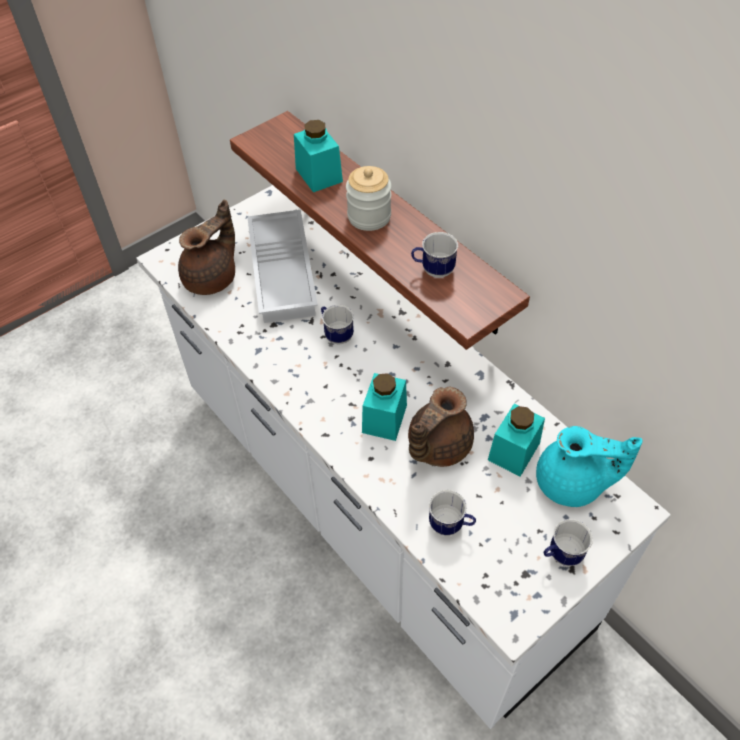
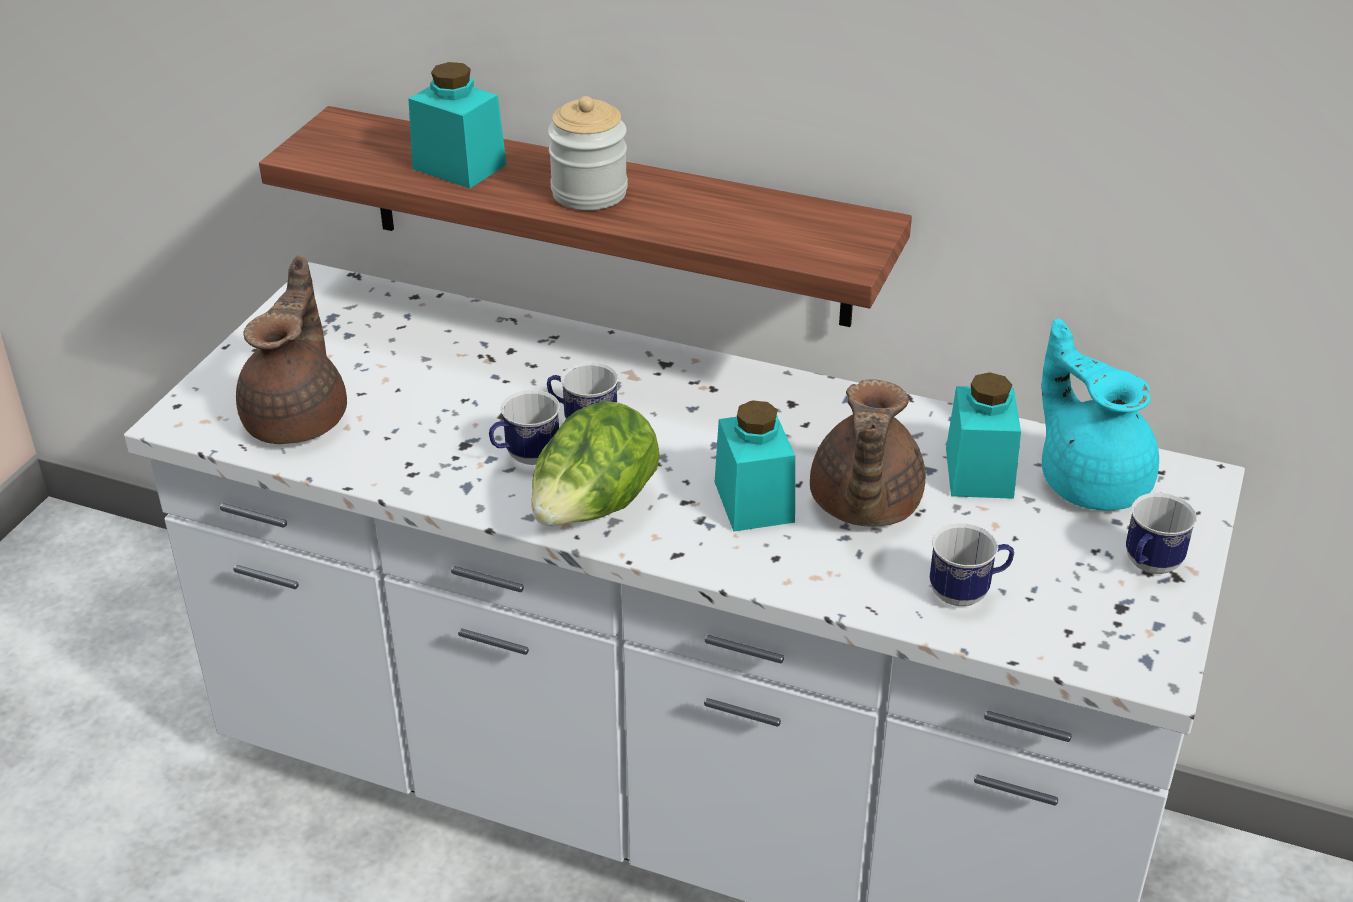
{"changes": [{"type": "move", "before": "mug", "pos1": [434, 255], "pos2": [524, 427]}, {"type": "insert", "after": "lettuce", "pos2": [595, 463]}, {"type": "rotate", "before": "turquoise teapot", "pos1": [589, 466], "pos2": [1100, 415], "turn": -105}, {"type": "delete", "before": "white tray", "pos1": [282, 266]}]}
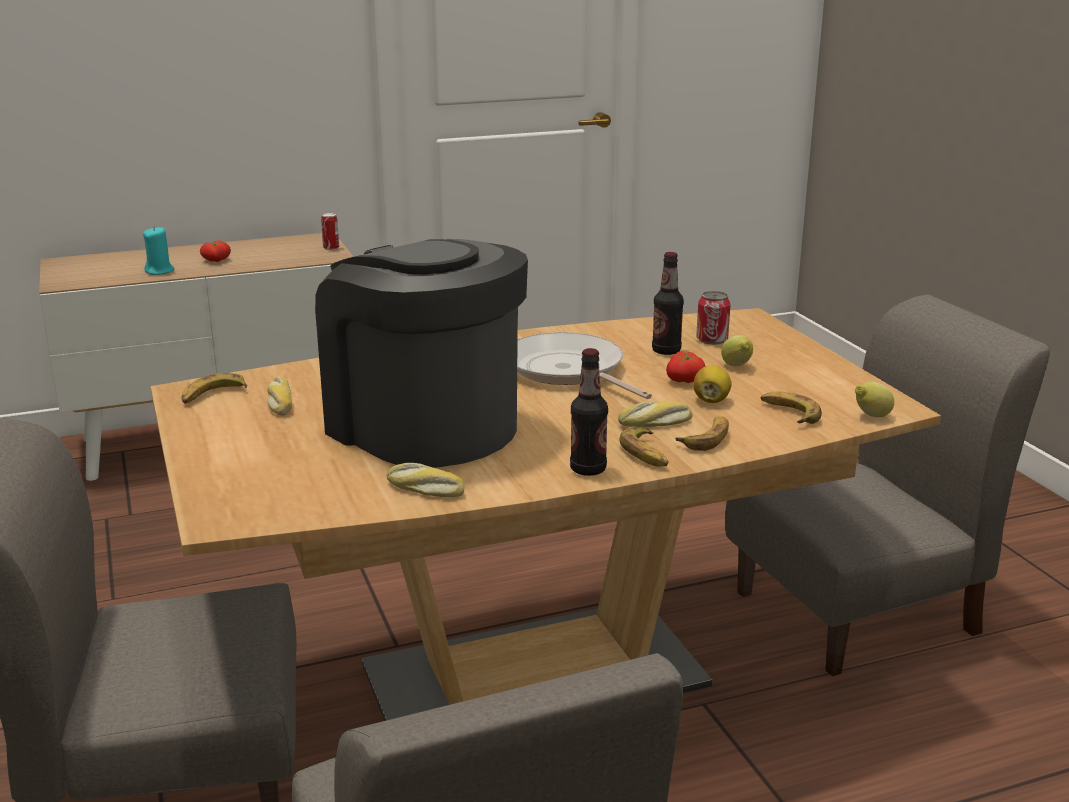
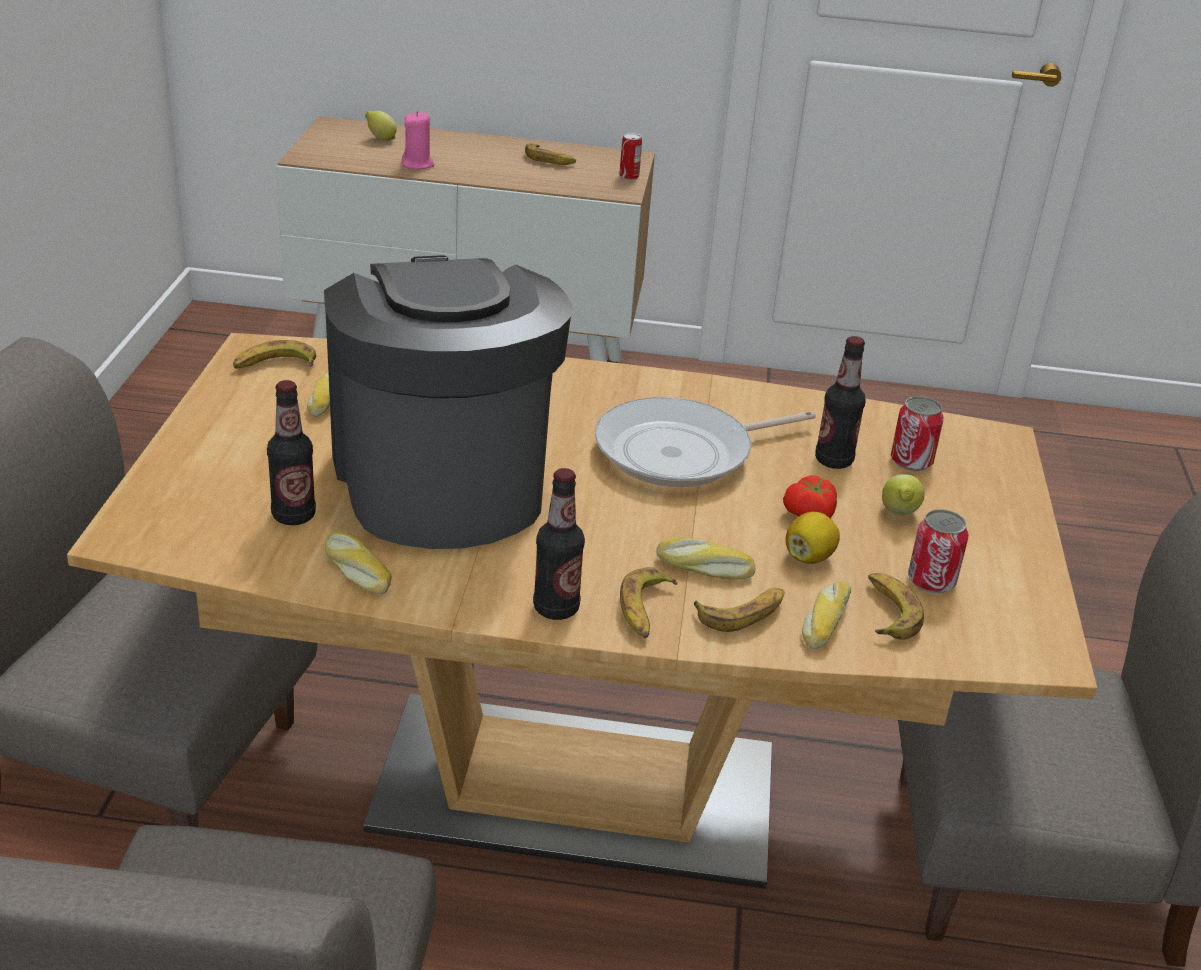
{"changes": [{"type": "insert", "after": "bottle", "pos2": [291, 452]}, {"type": "move", "before": "lemon", "pos1": [874, 399], "pos2": [381, 126]}, {"type": "recolor", "before": "turquoise candle", "after": "pink candle", "pos1": [159, 250], "pos2": [418, 140]}, {"type": "insert", "after": "banana", "pos2": [550, 154]}, {"type": "rotate", "before": "frying pan", "pos1": [584, 365], "pos2": [705, 442], "turn": -105}, {"type": "insert", "after": "bread", "pos2": [826, 615]}, {"type": "insert", "after": "can", "pos2": [938, 551]}, {"type": "delete", "before": "tomato", "pos1": [215, 251]}]}
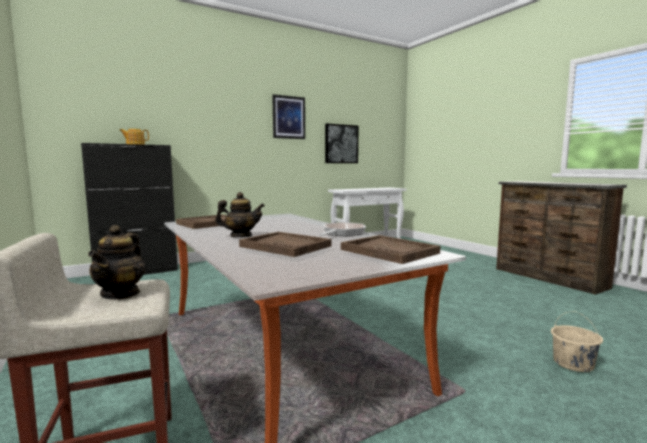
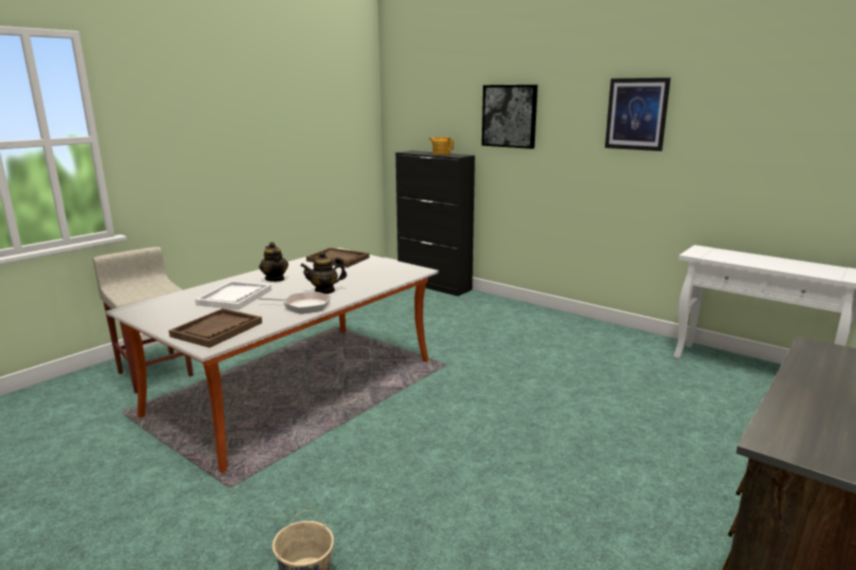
{"changes": [{"type": "recolor", "before": "brown tray", "after": "white tray", "pos1": [285, 244], "pos2": [233, 295]}, {"type": "move", "before": "teapot", "pos1": [116, 262], "pos2": [323, 272]}, {"type": "move", "before": "picture", "pos1": [341, 143], "pos2": [510, 117]}]}
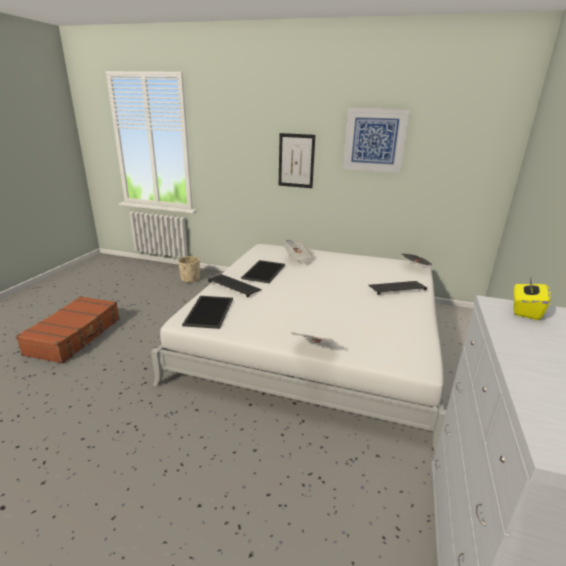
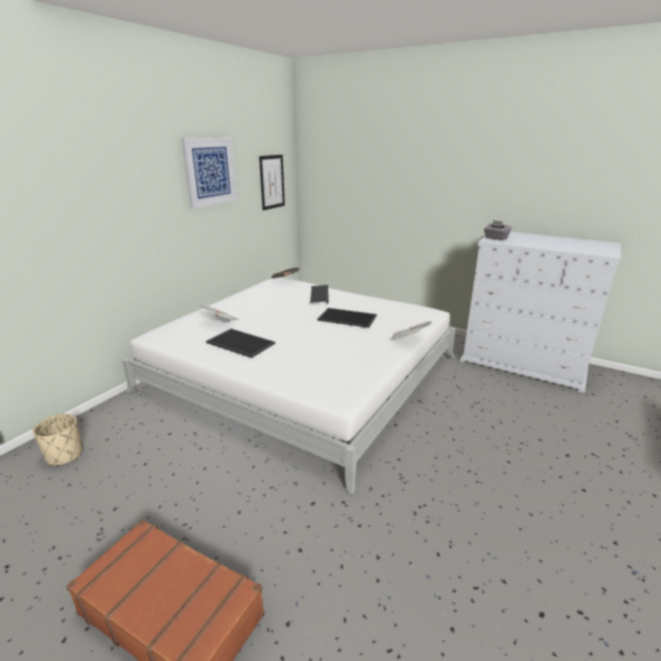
{"changes": [{"type": "move", "before": "picture", "pos1": [297, 160], "pos2": [272, 182]}, {"type": "move", "before": "tray", "pos1": [207, 312], "pos2": [347, 318]}, {"type": "recolor", "before": "yellow tissue box", "after": "grey tissue box", "pos1": [532, 299], "pos2": [498, 230]}, {"type": "delete", "before": "keyboard", "pos1": [235, 285]}]}
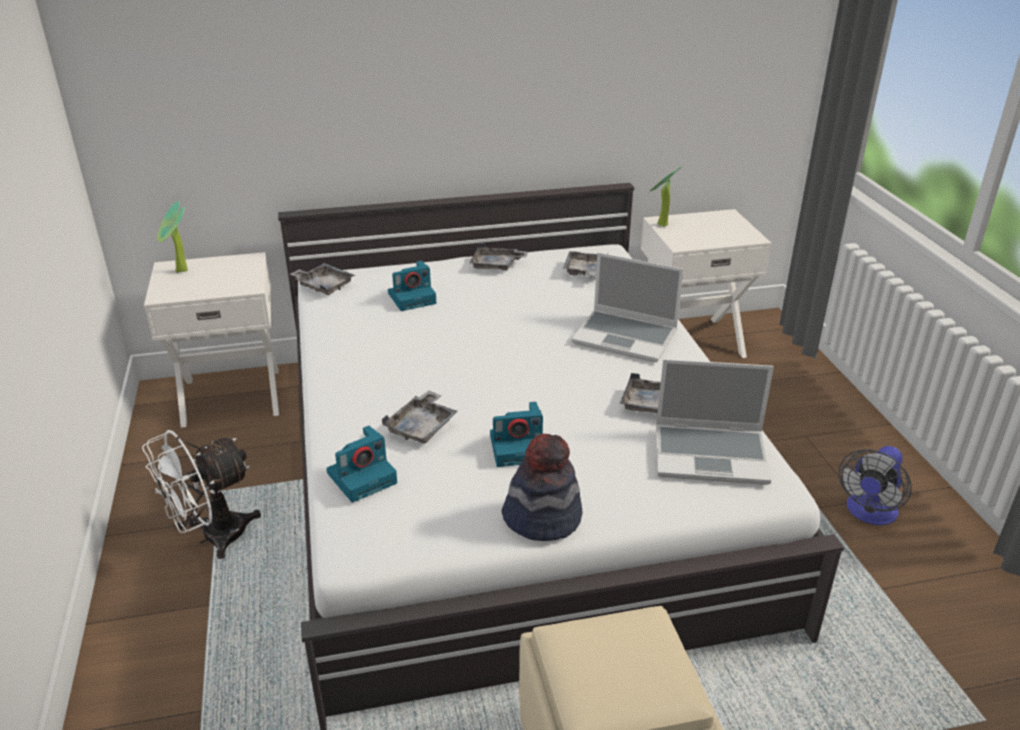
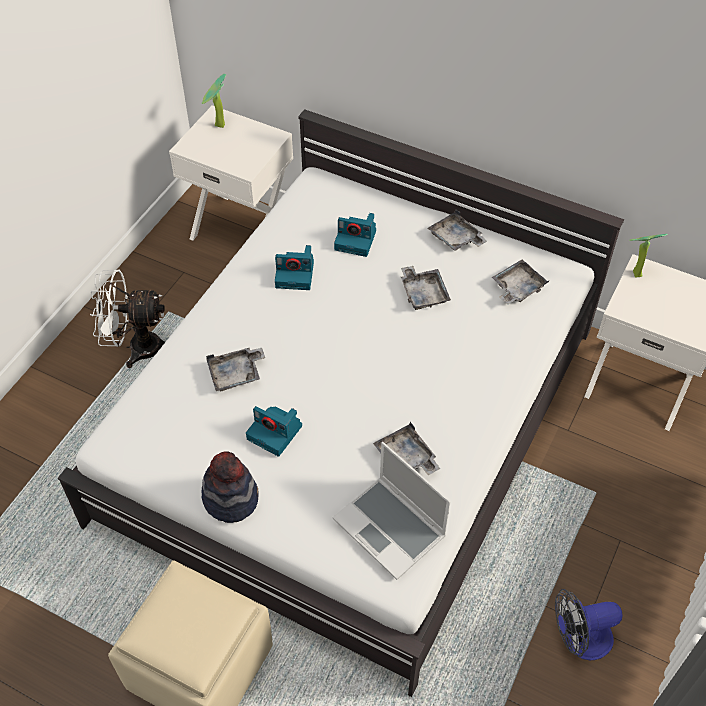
{"changes": [{"type": "move", "before": "photo camera", "pos1": [361, 464], "pos2": [294, 267]}, {"type": "move", "before": "grey tray", "pos1": [322, 279], "pos2": [426, 288]}, {"type": "delete", "before": "laptop", "pos1": [628, 307]}]}
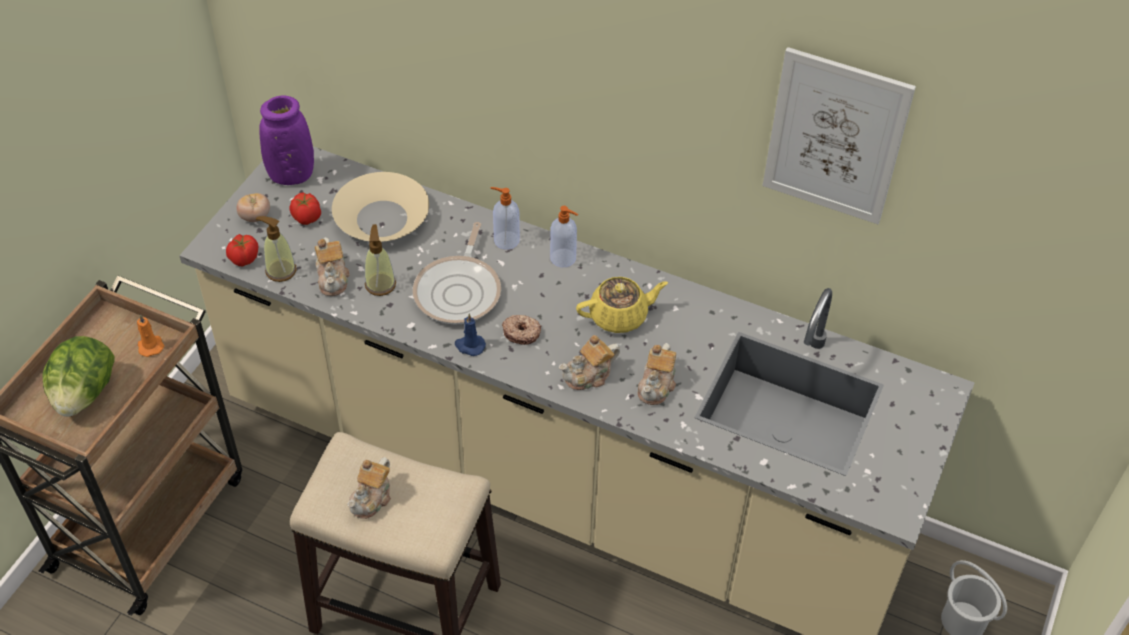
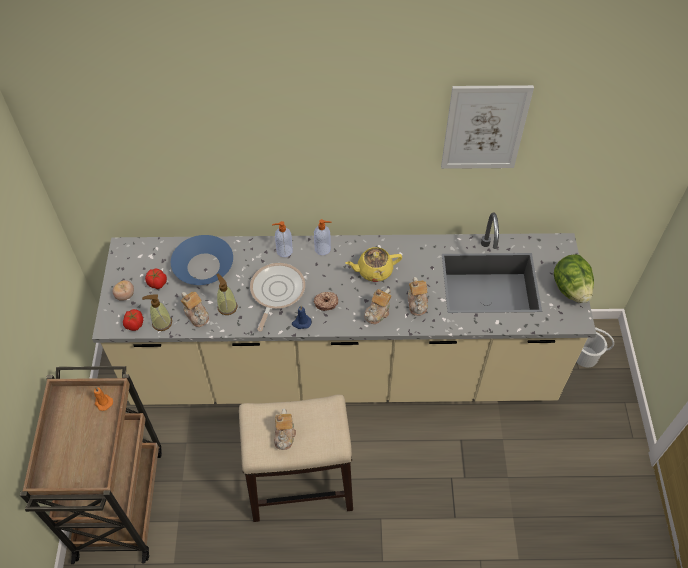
{"changes": [{"type": "recolor", "before": "beige bowl", "after": "blue bowl", "pos1": [380, 207], "pos2": [202, 260]}, {"type": "rotate", "before": "frying pan", "pos1": [457, 273], "pos2": [277, 297], "turn": -150}, {"type": "rotate", "before": "yellow teapot", "pos1": [622, 305], "pos2": [374, 264], "turn": -150}, {"type": "move", "before": "lettuce", "pos1": [79, 376], "pos2": [574, 278]}, {"type": "delete", "before": "purple vase", "pos1": [286, 140]}]}
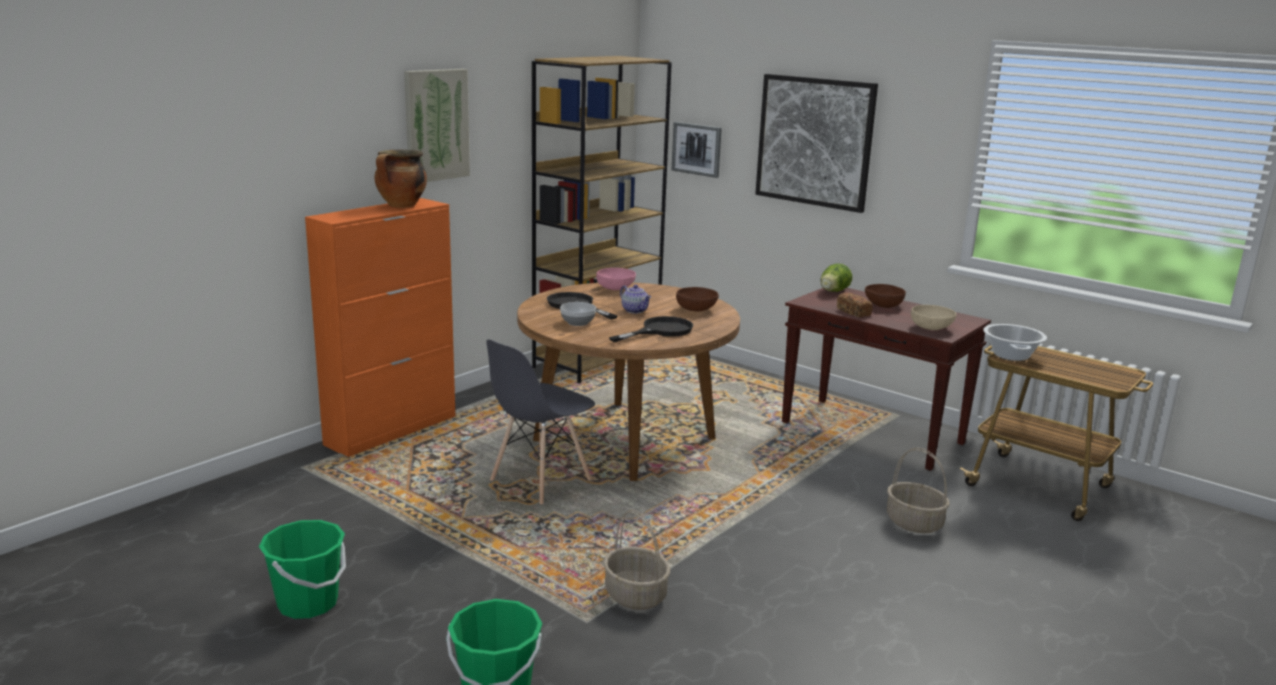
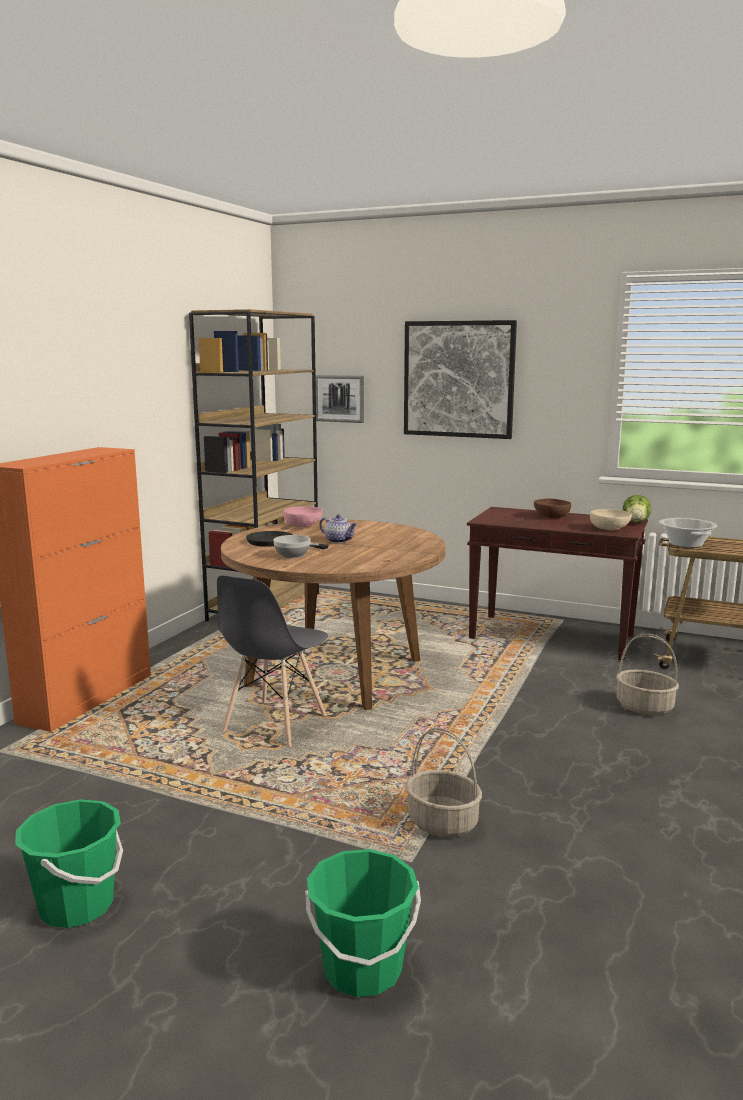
{"changes": [{"type": "move", "before": "lettuce", "pos1": [836, 278], "pos2": [637, 509]}, {"type": "delete", "before": "cooking pot", "pos1": [400, 179]}, {"type": "delete", "before": "picture", "pos1": [437, 125]}, {"type": "delete", "before": "black frying pan", "pos1": [651, 329]}, {"type": "delete", "before": "brown bowl", "pos1": [697, 299]}, {"type": "delete", "before": "bread", "pos1": [855, 304]}]}
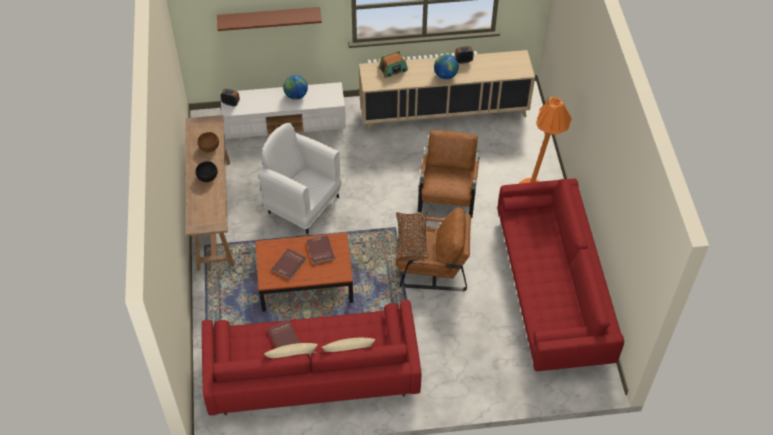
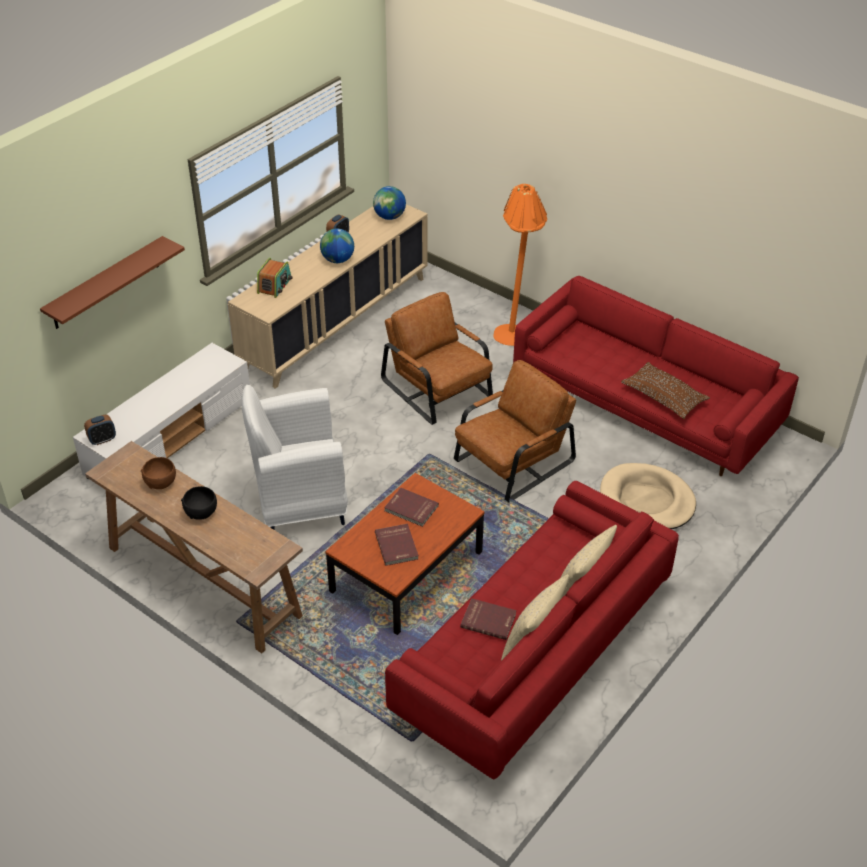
{"changes": [{"type": "move", "before": "globe", "pos1": [295, 87], "pos2": [389, 203]}, {"type": "insert", "after": "beige dog bed", "pos2": [648, 496]}, {"type": "move", "before": "brown pillow", "pos1": [412, 235], "pos2": [665, 390]}]}
